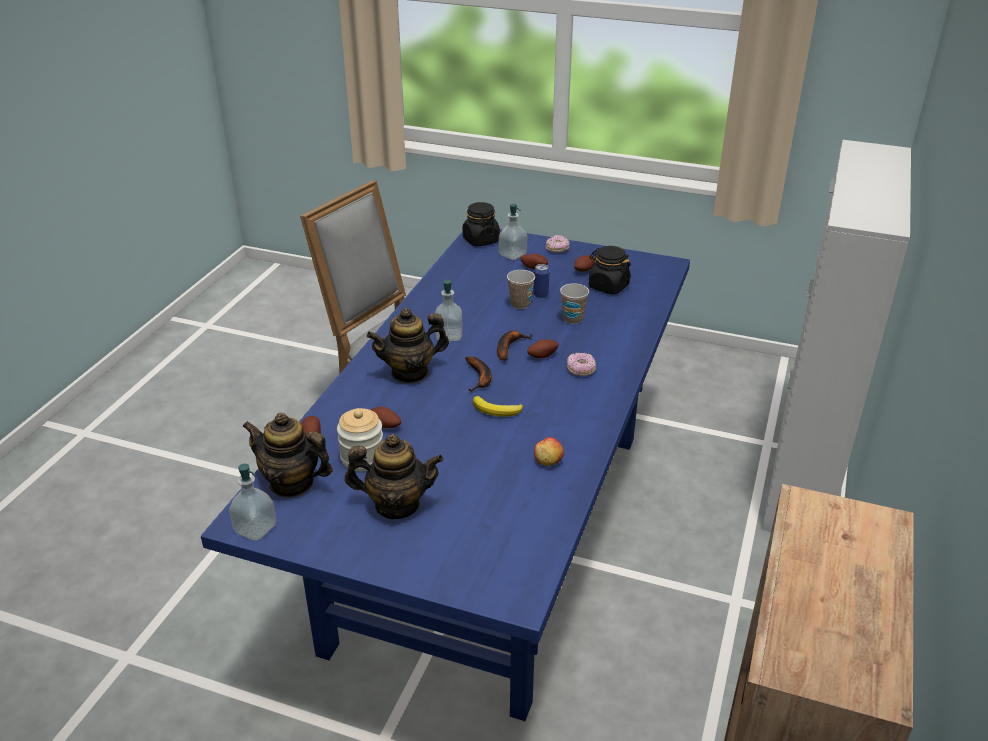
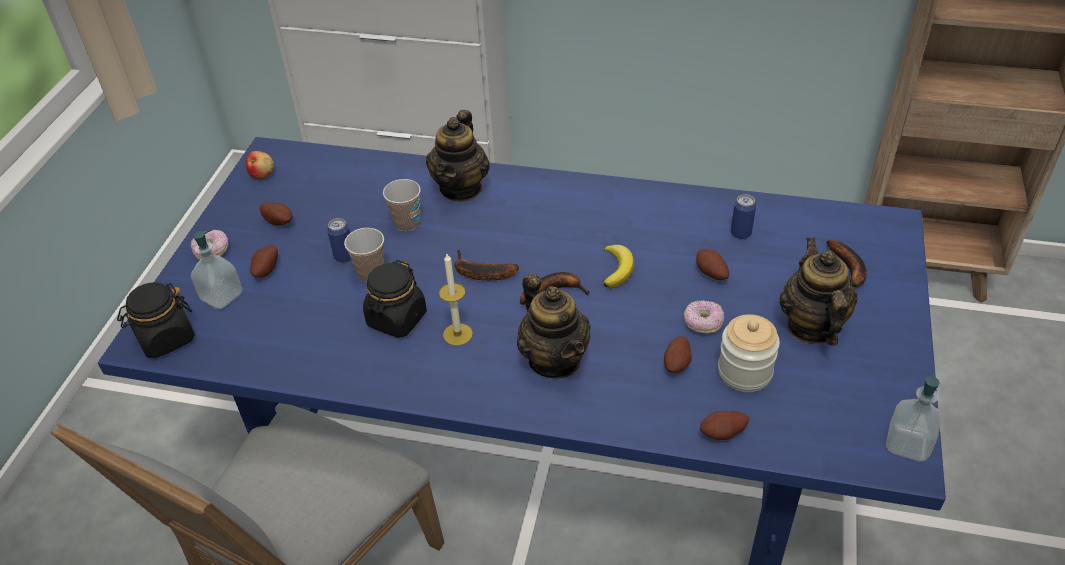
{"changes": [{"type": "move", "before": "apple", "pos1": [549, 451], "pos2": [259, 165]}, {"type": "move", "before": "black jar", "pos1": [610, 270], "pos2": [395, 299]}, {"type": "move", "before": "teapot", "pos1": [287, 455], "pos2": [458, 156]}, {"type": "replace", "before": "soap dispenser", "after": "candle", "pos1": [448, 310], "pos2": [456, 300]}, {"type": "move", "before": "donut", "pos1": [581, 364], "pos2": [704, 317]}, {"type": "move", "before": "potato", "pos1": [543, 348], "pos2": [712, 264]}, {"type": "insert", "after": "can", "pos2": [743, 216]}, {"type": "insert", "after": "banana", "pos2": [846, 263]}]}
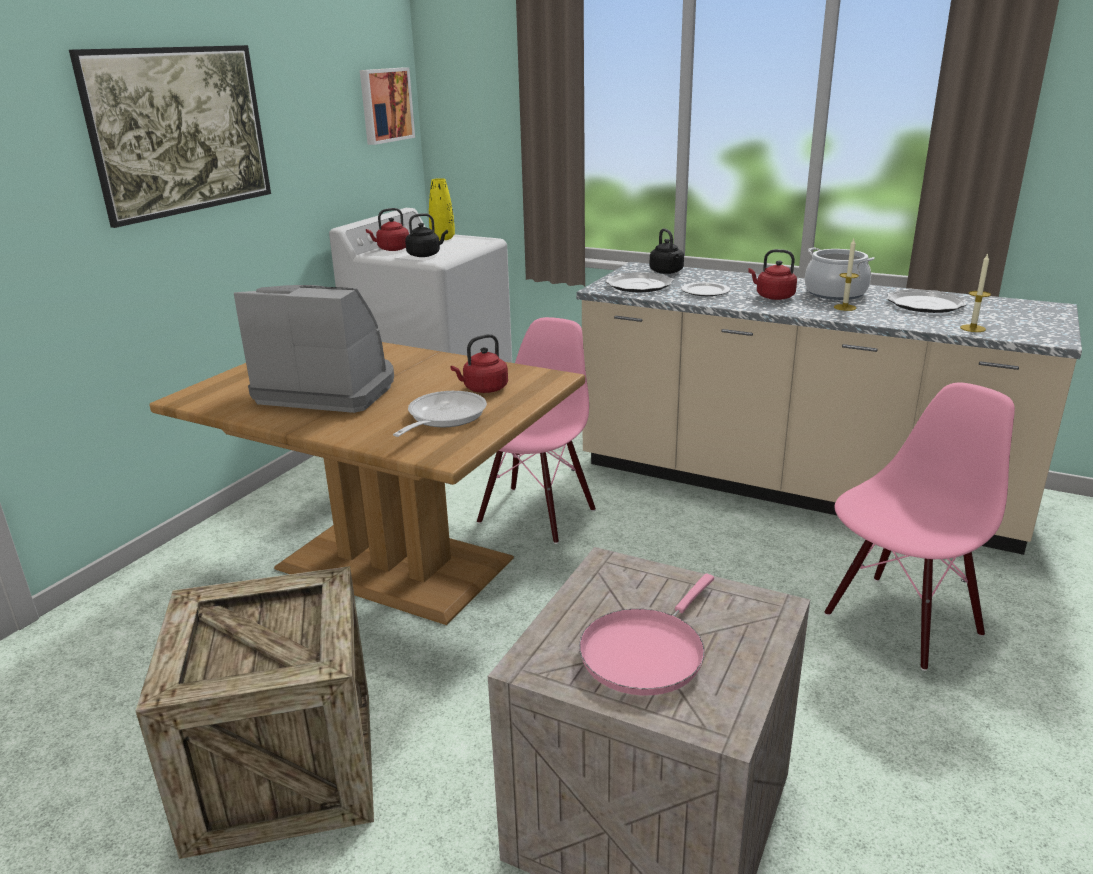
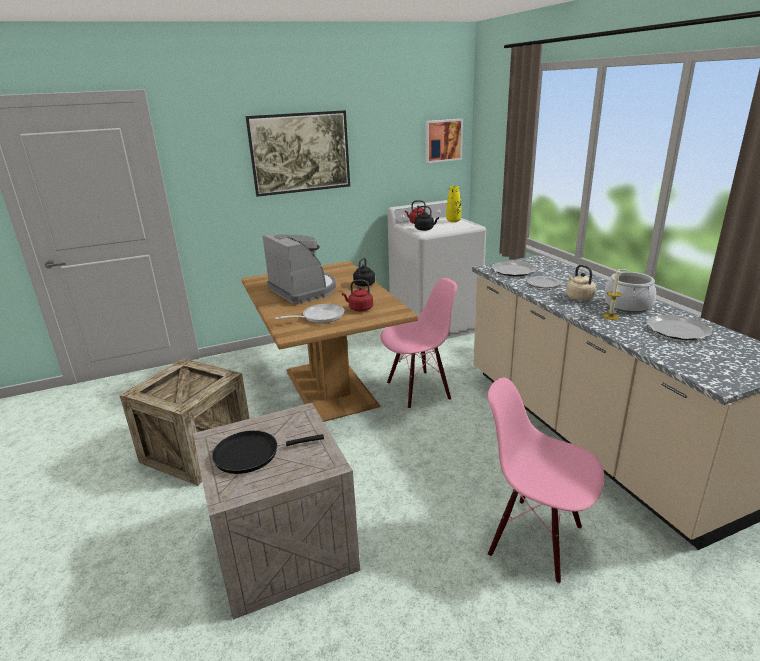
{"changes": [{"type": "recolor", "before": "pink frying pan", "after": "black frying pan", "pos1": [646, 634], "pos2": [268, 452]}, {"type": "move", "before": "black kettle", "pos1": [666, 251], "pos2": [364, 271]}, {"type": "rotate", "before": "pink chair", "pos1": [919, 527], "pos2": [546, 480], "turn": -150}, {"type": "recolor", "before": "red kettle", "after": "beige kettle", "pos1": [773, 274], "pos2": [581, 283]}, {"type": "delete", "before": "candle", "pos1": [975, 292]}]}
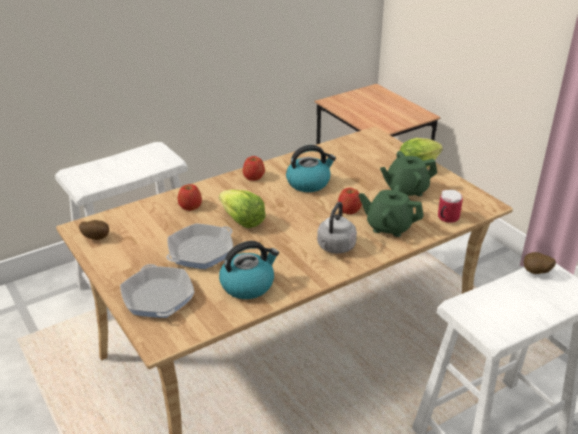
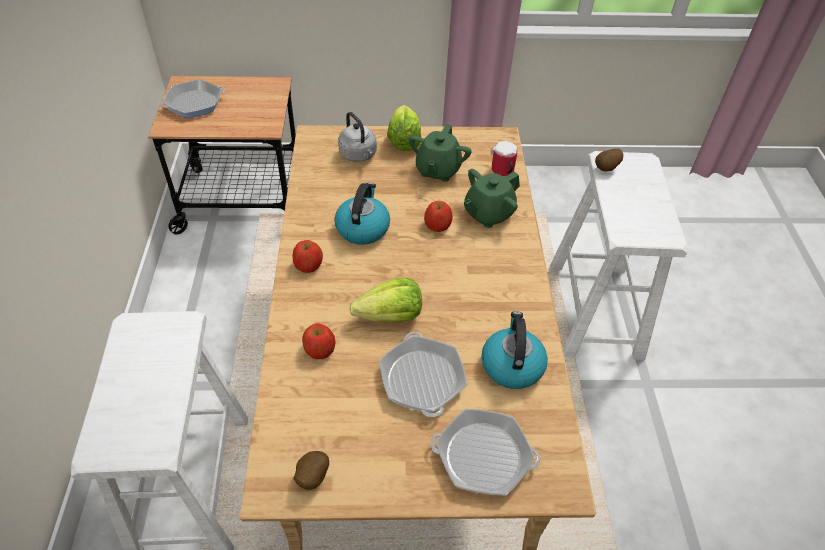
{"changes": [{"type": "insert", "after": "frying pan", "pos2": [192, 98]}, {"type": "move", "before": "grey kettle", "pos1": [337, 228], "pos2": [357, 137]}]}
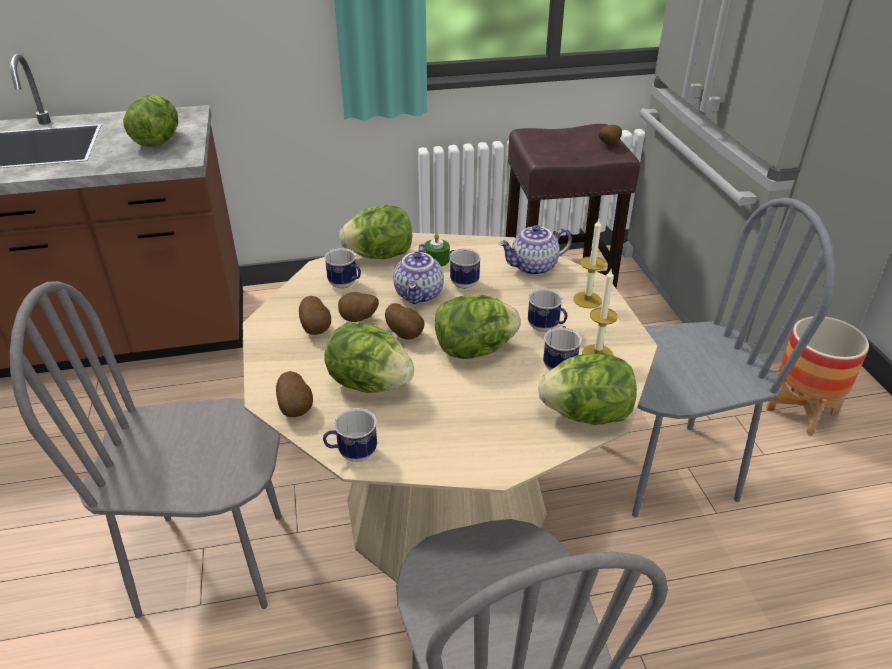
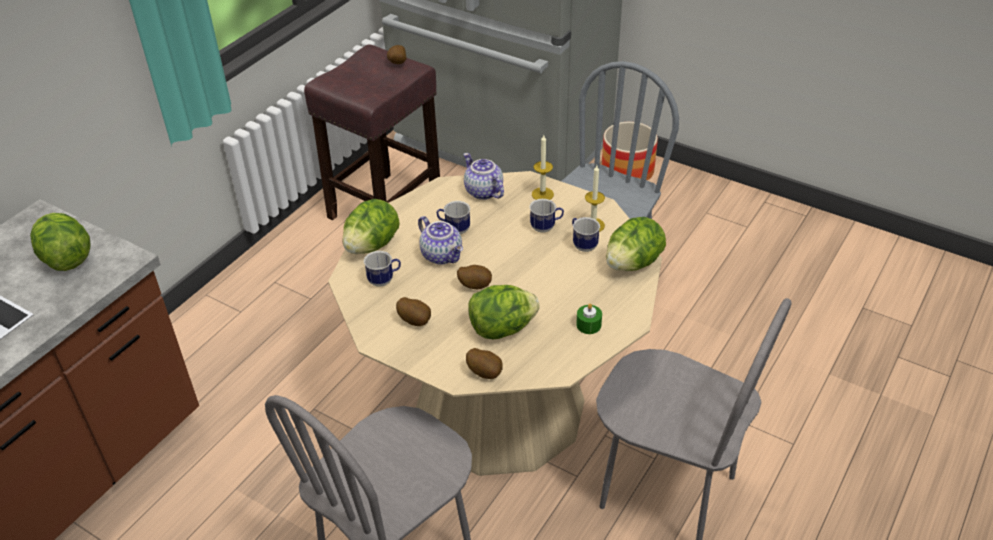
{"changes": [{"type": "rotate", "before": "teapot", "pos1": [535, 250], "pos2": [483, 176], "turn": 120}, {"type": "move", "before": "green candle", "pos1": [437, 249], "pos2": [589, 318]}, {"type": "delete", "before": "mug", "pos1": [350, 435]}, {"type": "delete", "before": "potato", "pos1": [358, 307]}, {"type": "delete", "before": "lettuce", "pos1": [478, 327]}]}
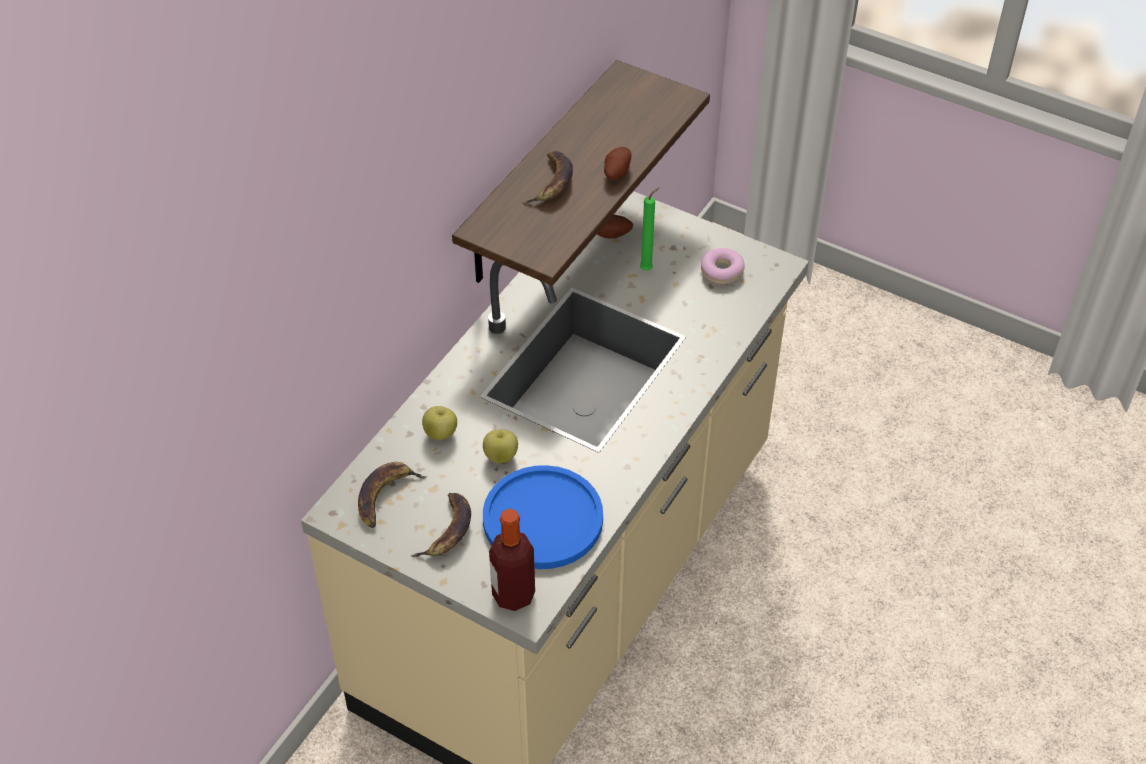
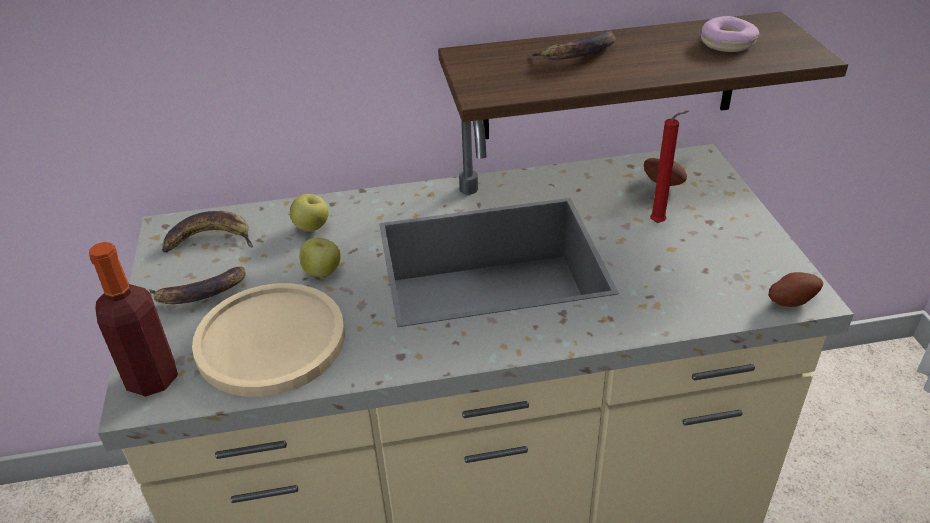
{"changes": [{"type": "recolor", "before": "blue plate", "after": "beige plate", "pos1": [543, 517], "pos2": [268, 340]}, {"type": "recolor", "before": "green candle", "after": "red candle", "pos1": [650, 229], "pos2": [669, 167]}, {"type": "move", "before": "donut", "pos1": [723, 266], "pos2": [730, 34]}, {"type": "move", "before": "potato", "pos1": [617, 163], "pos2": [796, 289]}]}
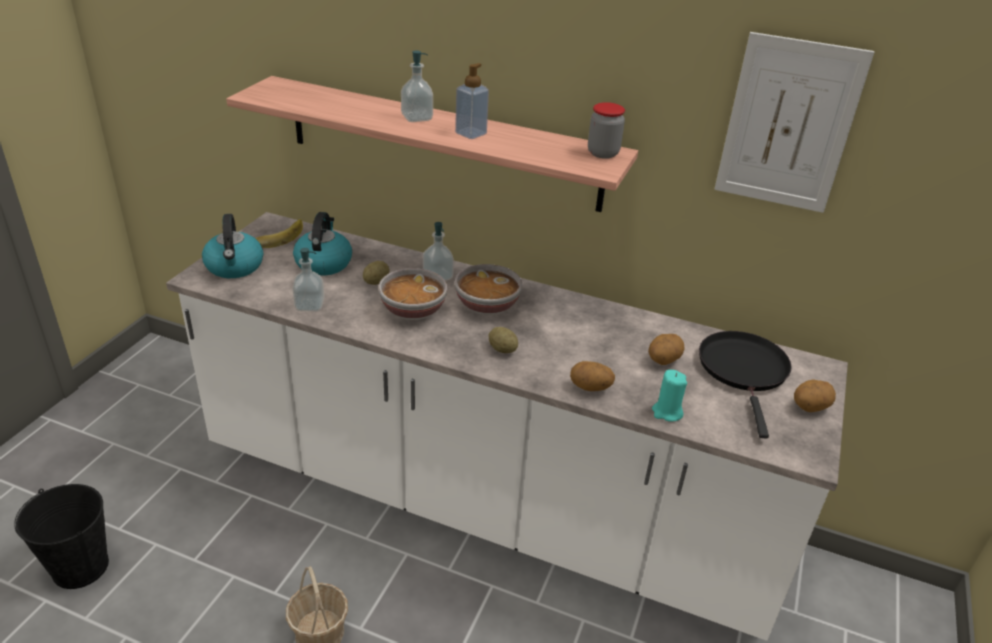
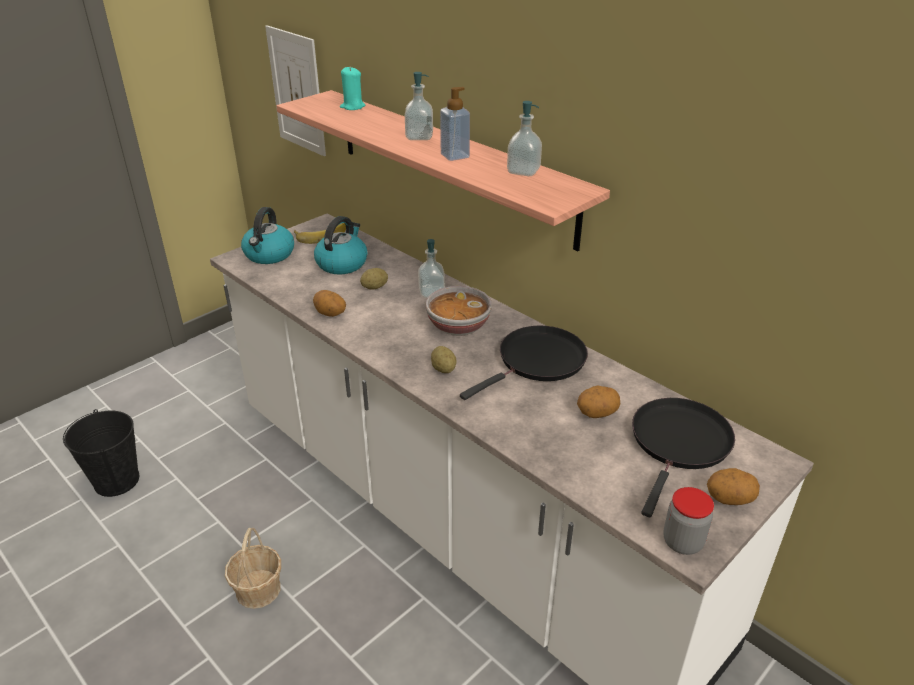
{"changes": [{"type": "move", "before": "picture", "pos1": [794, 122], "pos2": [295, 90]}, {"type": "move", "before": "potato", "pos1": [592, 376], "pos2": [329, 303]}, {"type": "move", "before": "turquoise candle", "pos1": [669, 396], "pos2": [352, 88]}, {"type": "insert", "after": "black frying pan", "pos2": [524, 363]}, {"type": "move", "before": "soap dispenser", "pos1": [308, 280], "pos2": [524, 138]}, {"type": "move", "before": "jar", "pos1": [606, 130], "pos2": [688, 521]}, {"type": "delete", "before": "bowl", "pos1": [413, 294]}]}
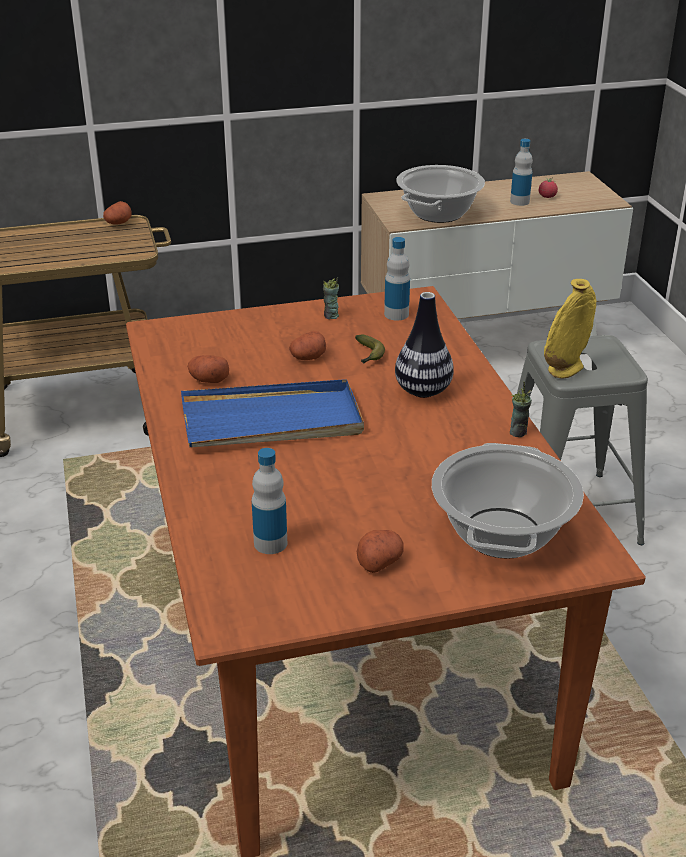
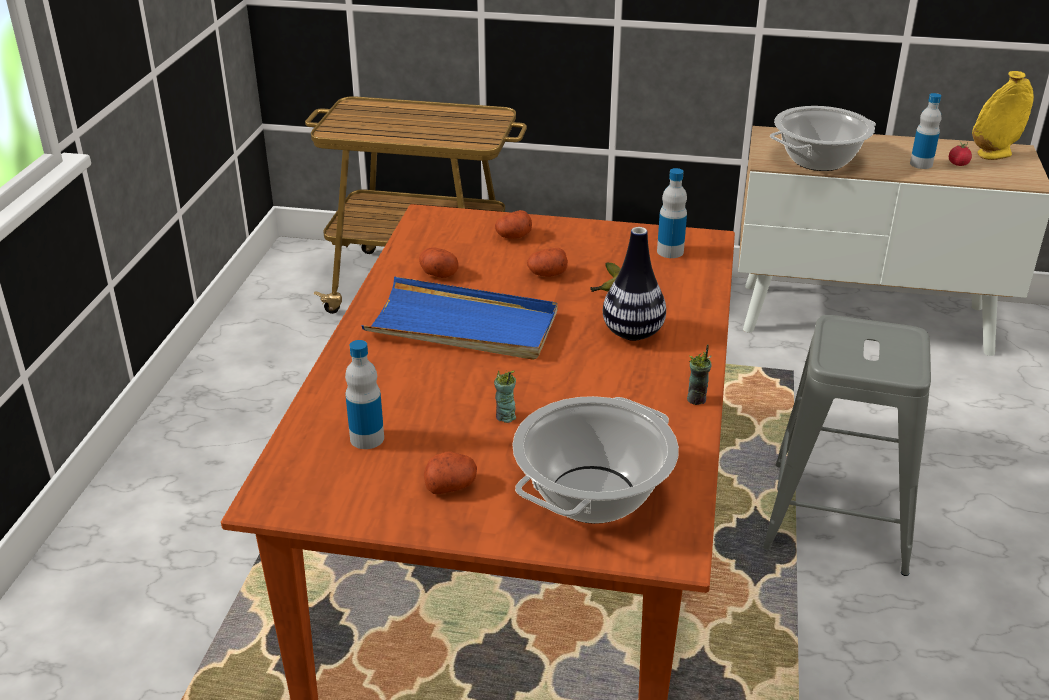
{"changes": [{"type": "move", "before": "cup", "pos1": [331, 298], "pos2": [505, 396]}, {"type": "move", "before": "potato", "pos1": [117, 213], "pos2": [513, 224]}, {"type": "move", "before": "yellow vase", "pos1": [570, 328], "pos2": [1003, 115]}]}
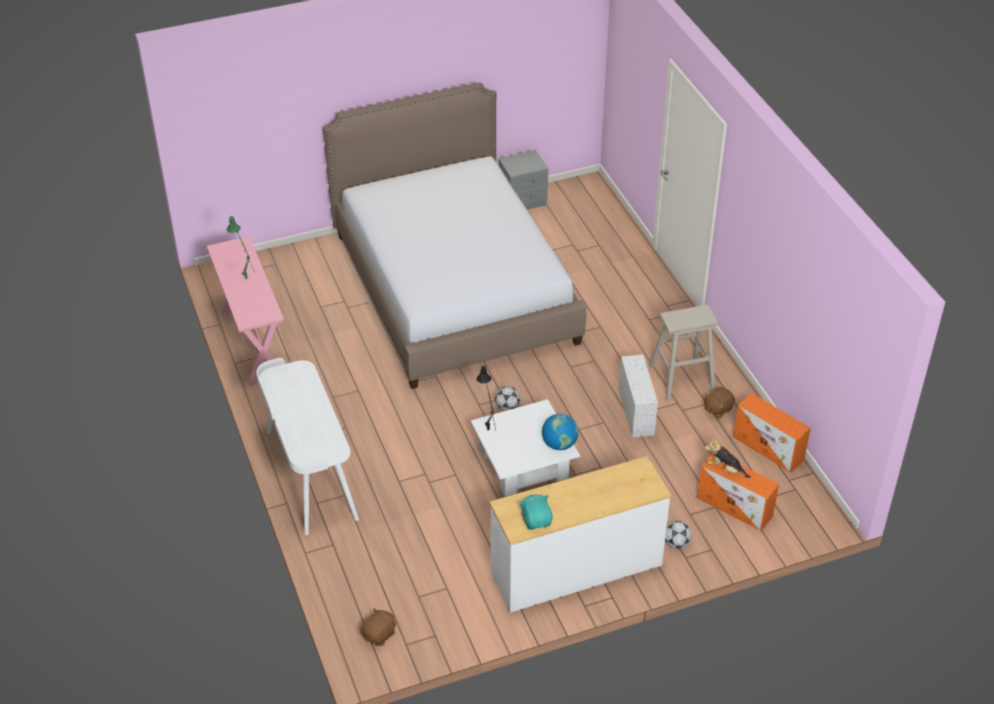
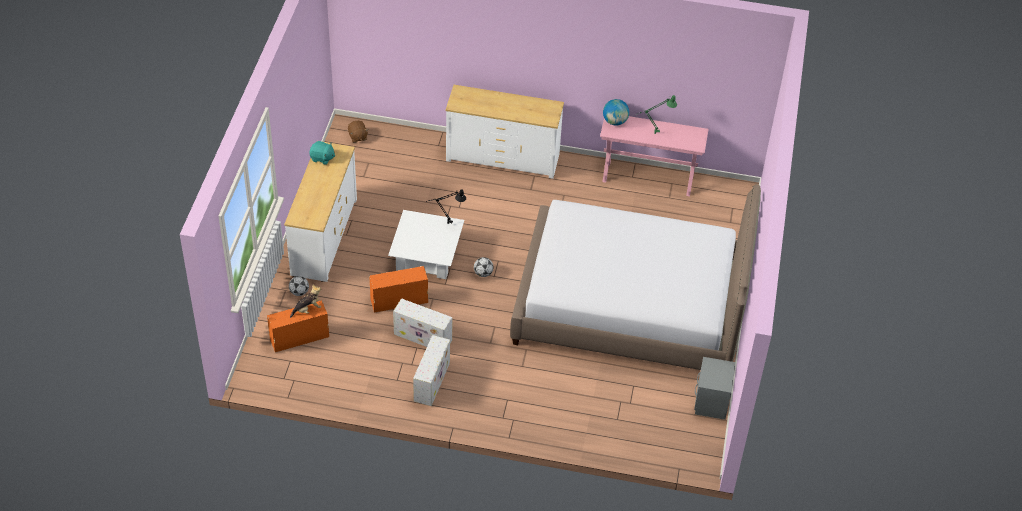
{"changes": [{"type": "move", "before": "orange storage box", "pos1": [772, 432], "pos2": [398, 289]}, {"type": "replace", "before": "beige stool", "after": "white storage box", "pos1": [683, 353], "pos2": [431, 370]}, {"type": "replace", "before": "white desk", "after": "white dresser", "pos1": [307, 446], "pos2": [505, 132]}, {"type": "move", "before": "globe", "pos1": [560, 432], "pos2": [616, 112]}, {"type": "delete", "before": "brown plush toy", "pos1": [719, 402]}]}
